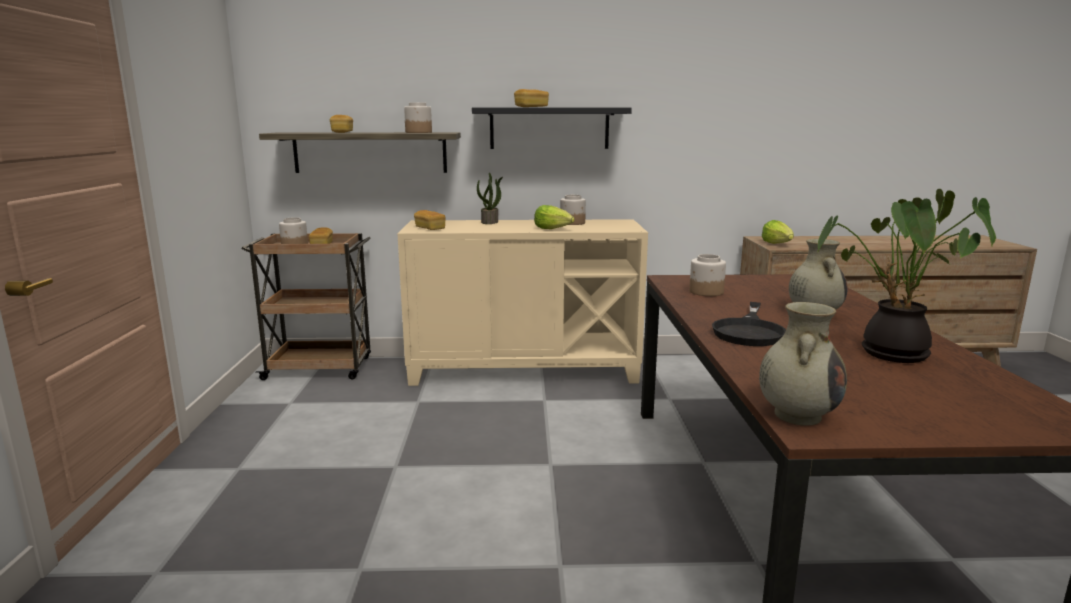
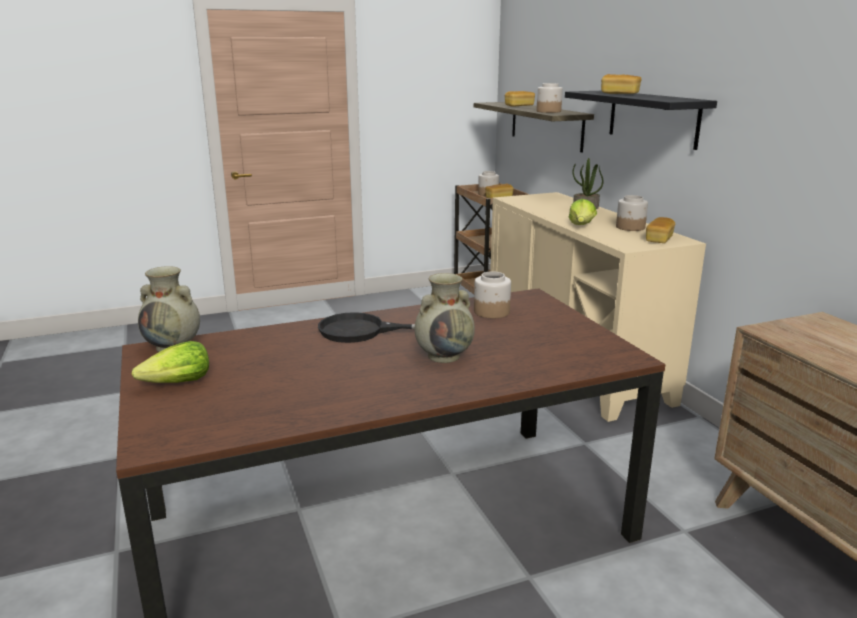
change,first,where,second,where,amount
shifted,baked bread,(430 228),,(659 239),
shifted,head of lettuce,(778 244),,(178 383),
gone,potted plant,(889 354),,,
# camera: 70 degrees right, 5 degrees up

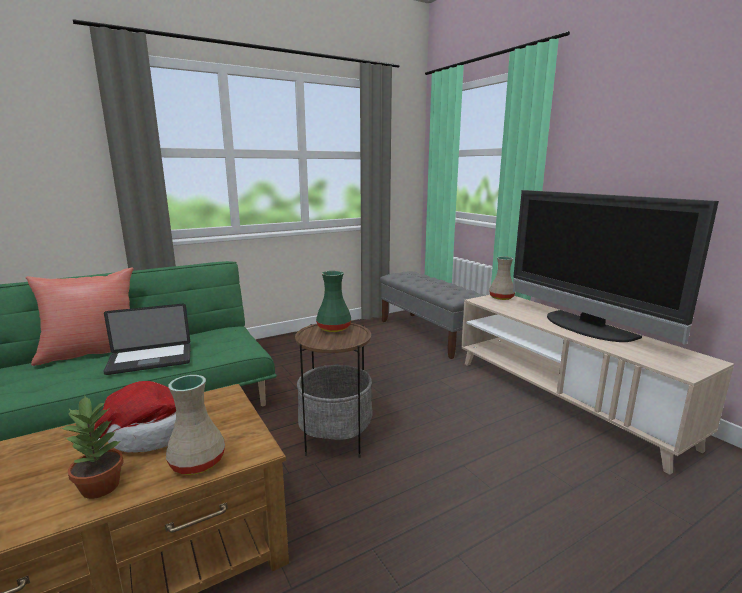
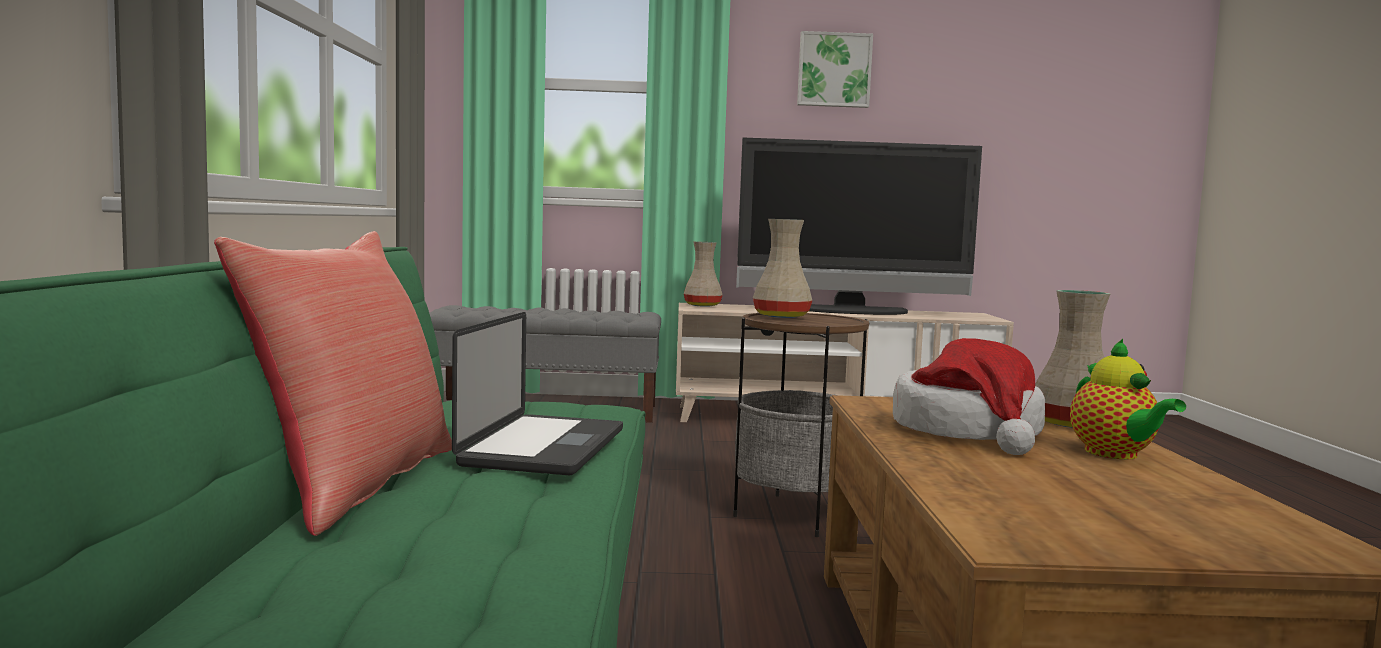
change,first,where,second,where,amount
swapped,potted plant,(102 486),tea pot,(1115 454),
repainted,green-coloured vase,(333 328),sand-coloured vase,(782 316),
new,,,wall picture,(834 70),
# camera: 60 degrees left, 10 degrees down

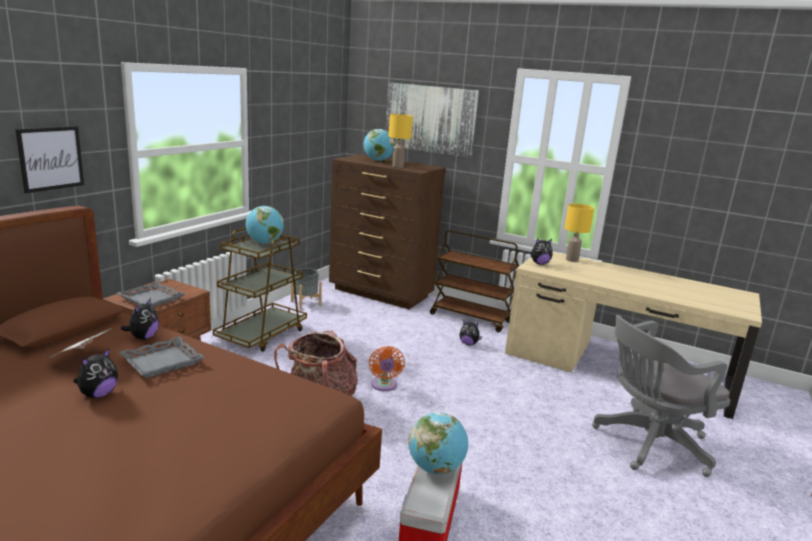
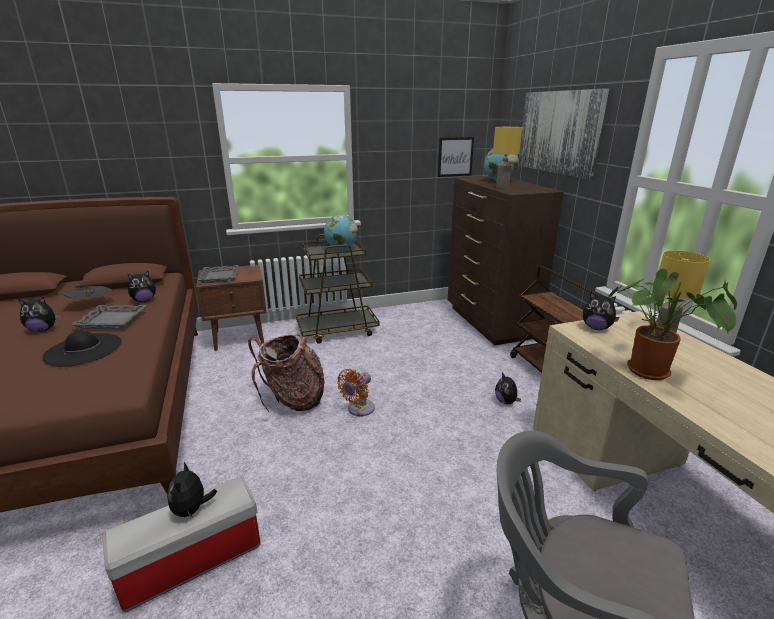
change,first,where,second,where,amount
shifted,wall picture,(51 158),,(455 157),
gone,greyish flower pot,(305 303),,,
swapped,desk globe,(436 468),plush toy,(192 509),
new,,,black-coloured clothing hat,(83 349),
new,,,potted plant,(653 372),
# camera: 45 degrees right, 5 degrees up

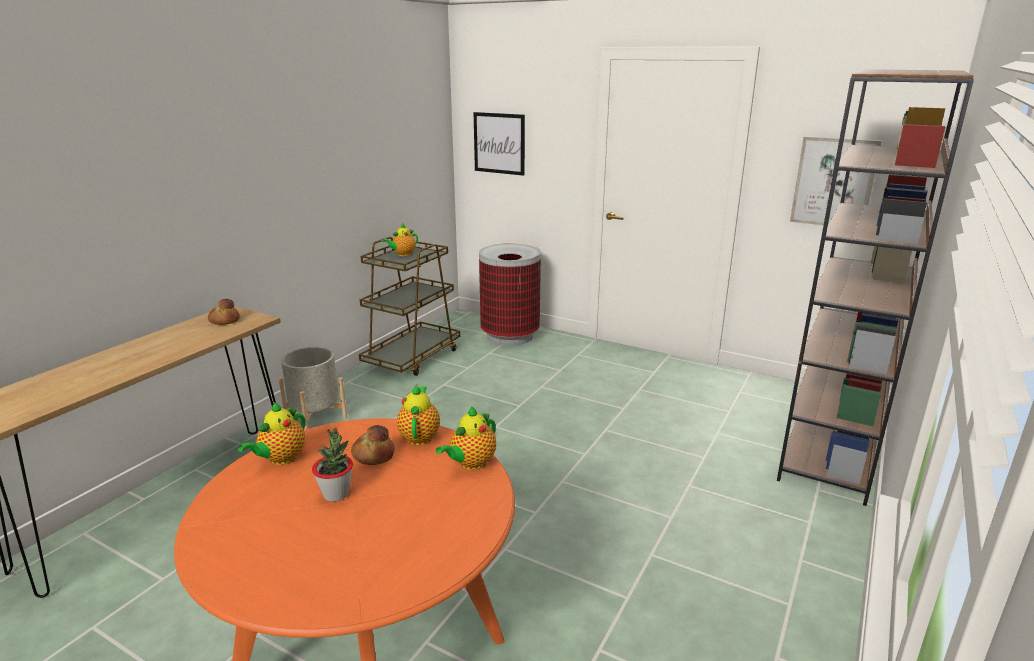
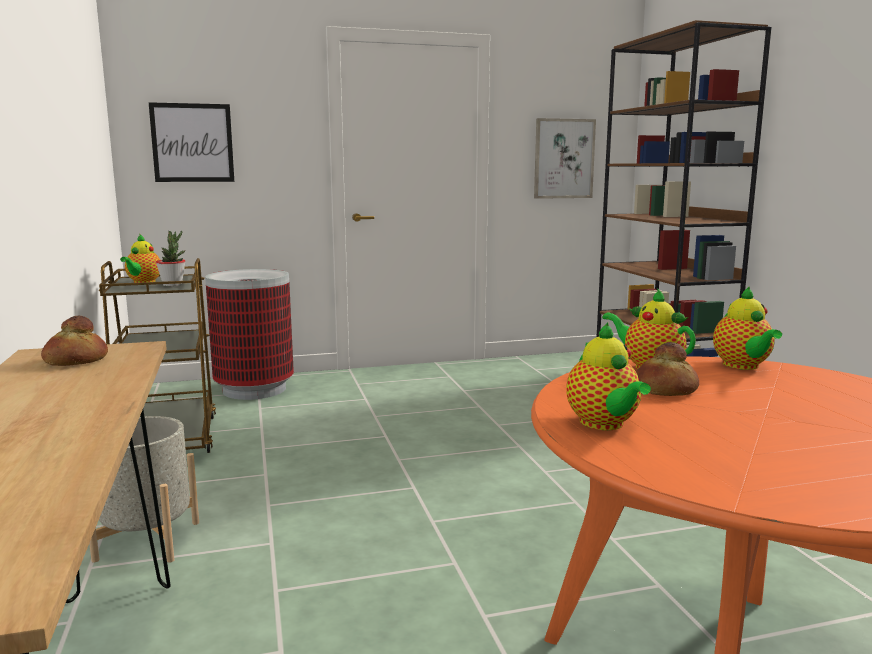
change,first,where,second,where,amount
shifted,potted plant,(336 494),,(172 285),
# camera: 45 degrees left, 10 degrees down

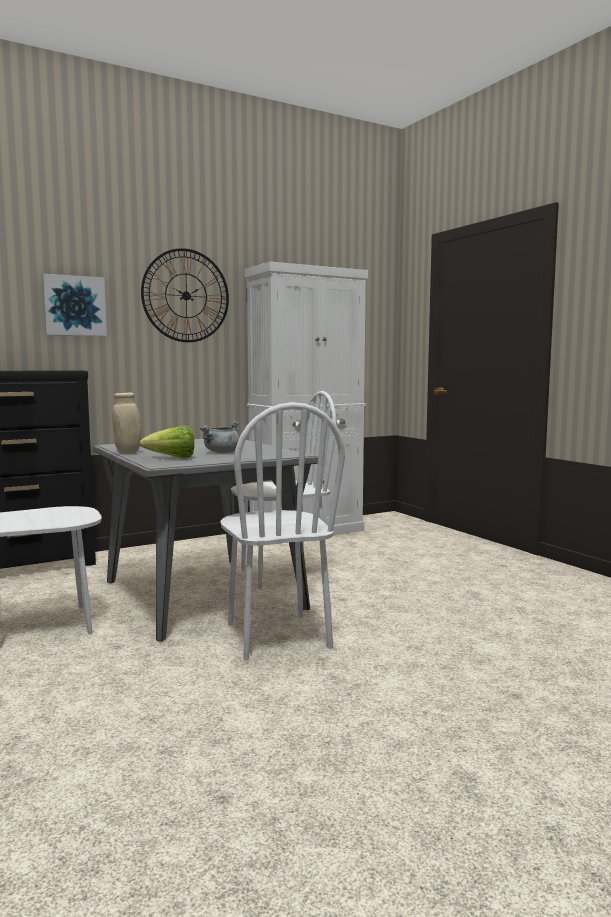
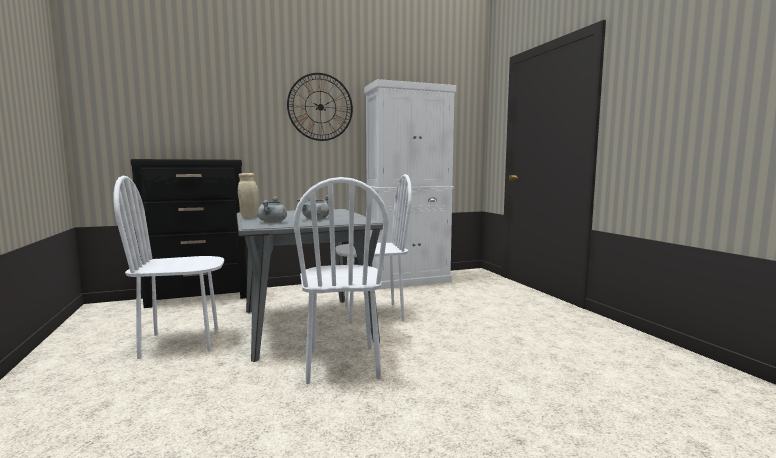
change,first,where,second,where,amount
gone,wall picture,(74 306),,,
swapped,head of lettuce,(172 458),greyish stockpot,(272 222),
# camera: 10 degrees right, 0 degrees up

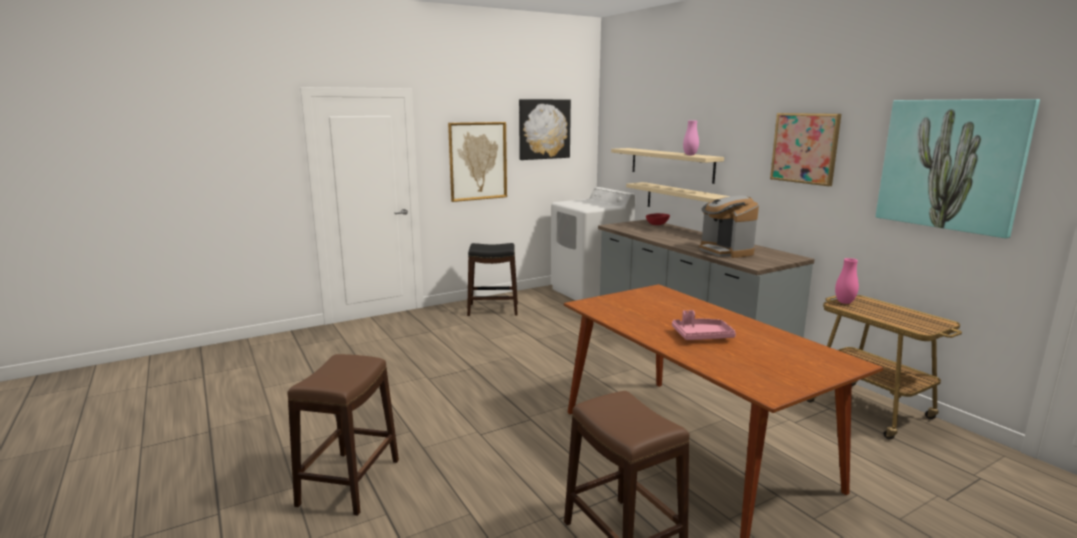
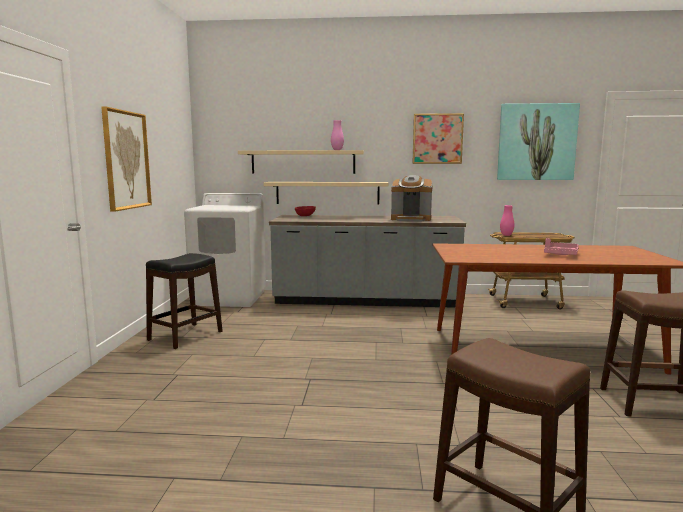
change,first,where,second,where,amount
gone,wall picture,(544 129),,,
# camera: 55 degrees left, 5 degrees down

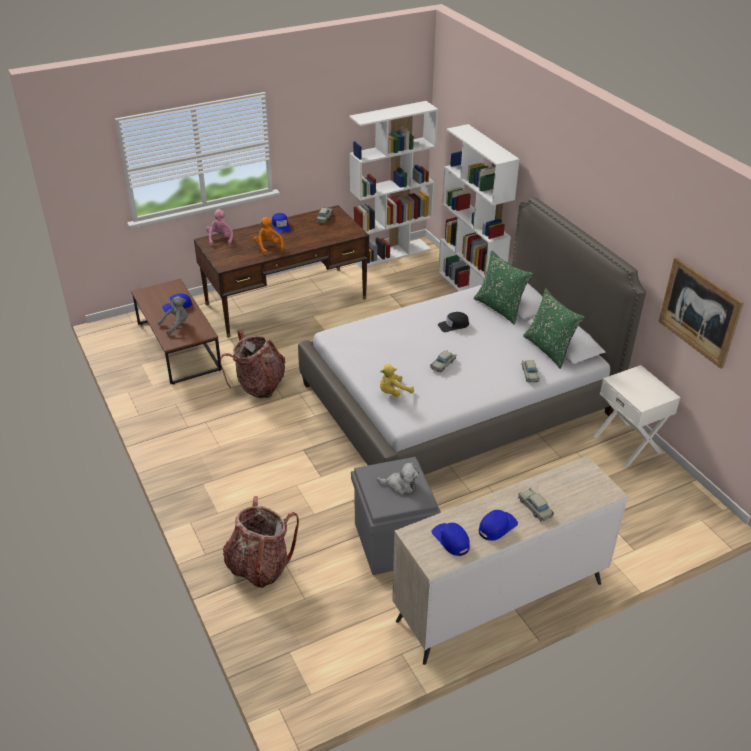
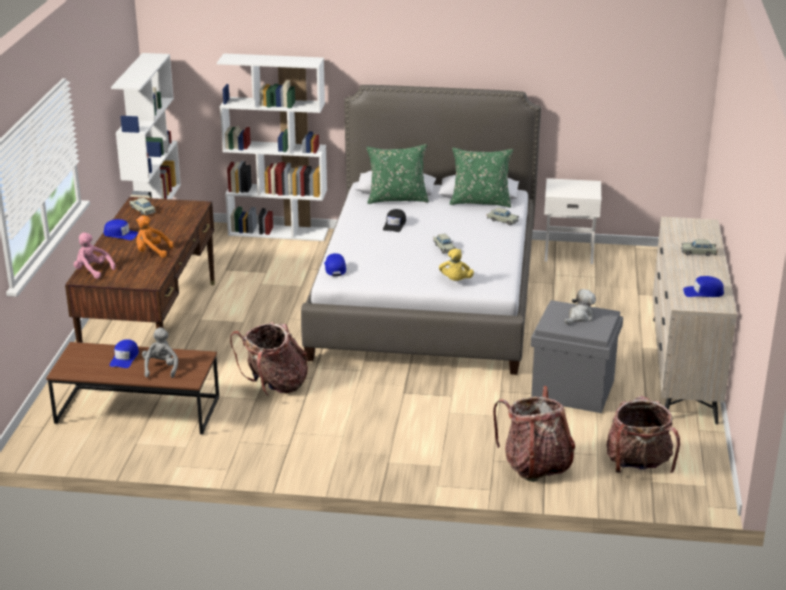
change,first,where,second,where,amount
shifted,blue cap,(497 527),,(335 268),
gone,wall picture,(699 312),,,
new,,,knapsack,(638 465),
# camera: 55 degrees left, 10 degrees down

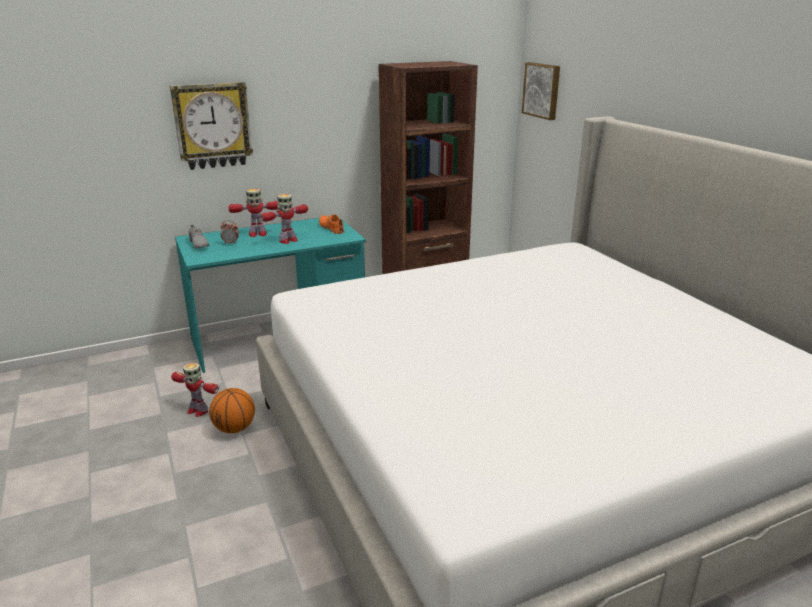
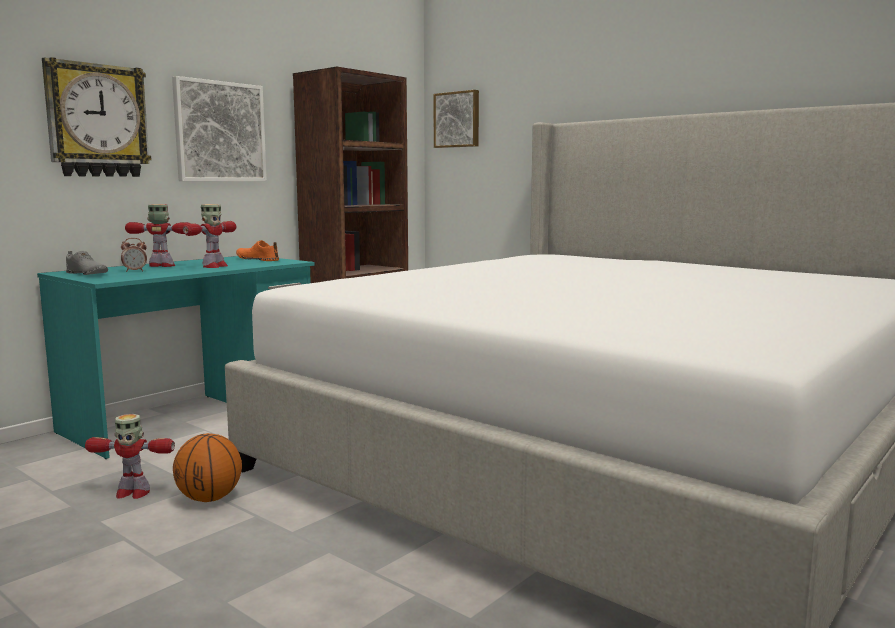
change,first,where,second,where,amount
rotated,model robot,(257 234),,(162 266),135 degrees counterclockwise
new,,,wall picture,(220 132),
# camera: 25 degrees left, 15 degrees down

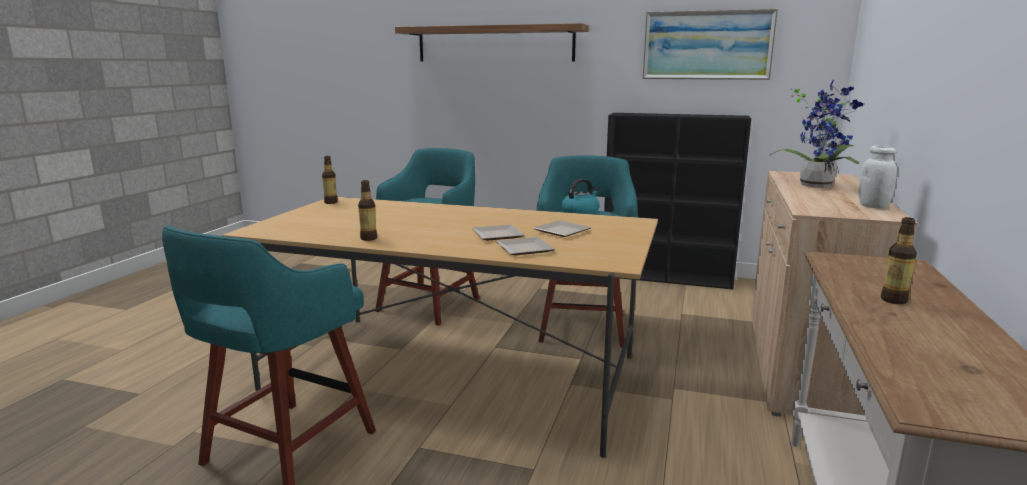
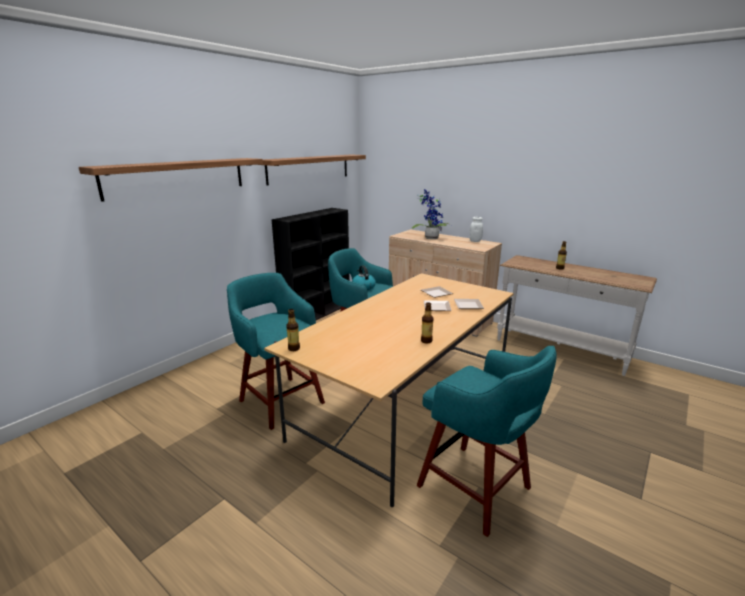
change,first,where,second,where,amount
swapped,wall picture,(707 45),wall shelf,(309 168),
# camera: 70 degrees left, 5 degrees up

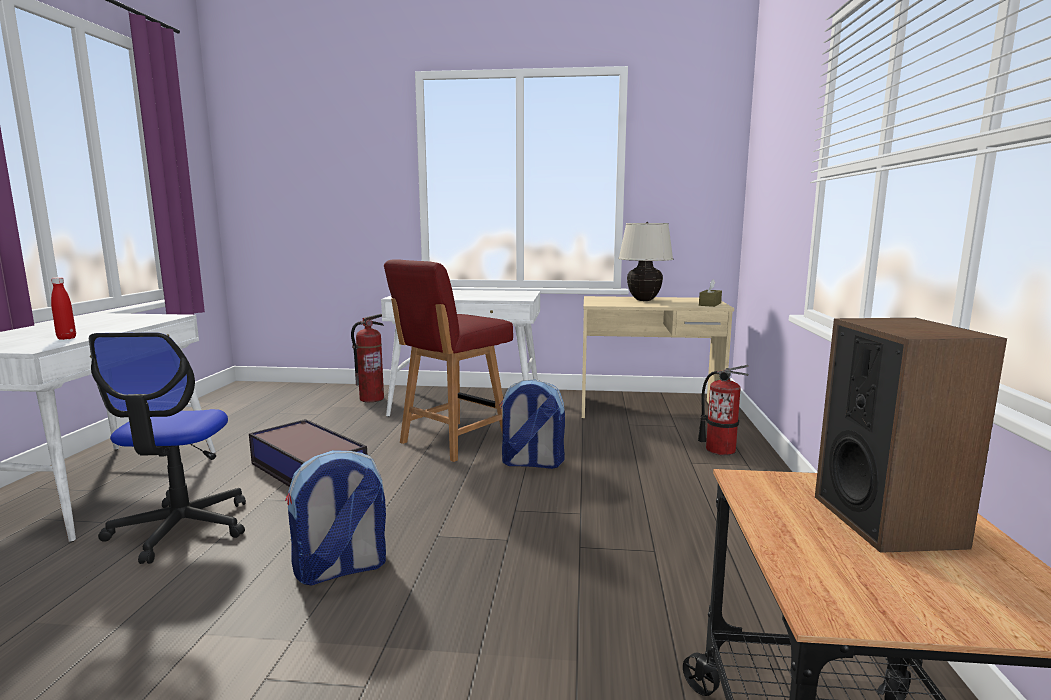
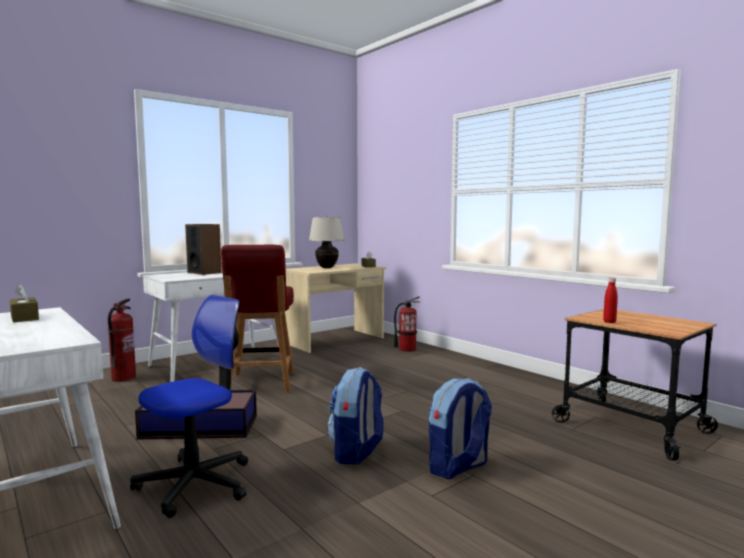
change,first,where,second,where,amount
shifted,red bottle,(66 338),,(609 322),
rotated,computer chair,(181 529),,(195 484),90 degrees counterclockwise
shifted,knapsack,(531 463),,(458 467),
shifted,audio speaker,(887 520),,(204 272),
new,,,brownish tissue box,(24 318),
# camera: 45 degrees left, 5 degrees down

